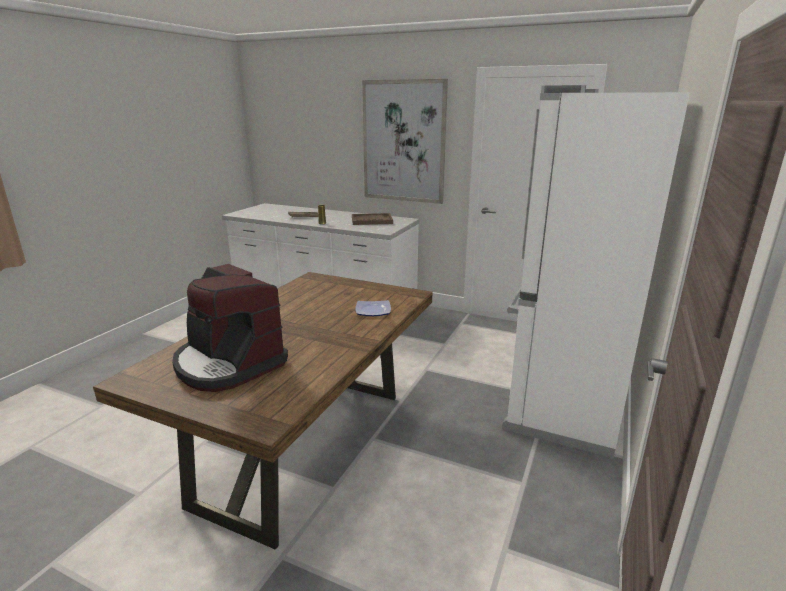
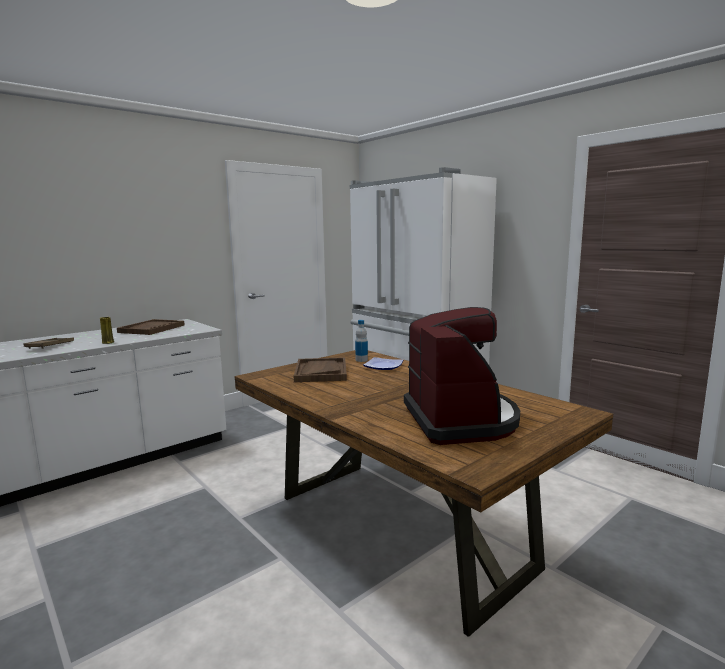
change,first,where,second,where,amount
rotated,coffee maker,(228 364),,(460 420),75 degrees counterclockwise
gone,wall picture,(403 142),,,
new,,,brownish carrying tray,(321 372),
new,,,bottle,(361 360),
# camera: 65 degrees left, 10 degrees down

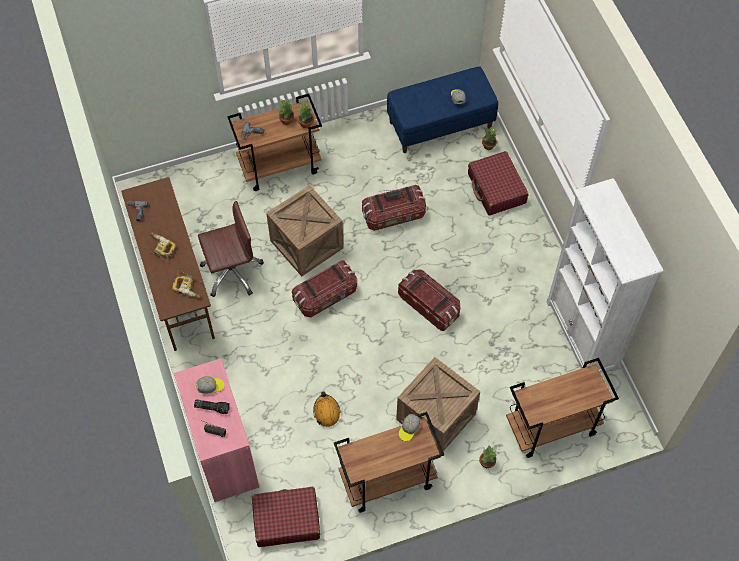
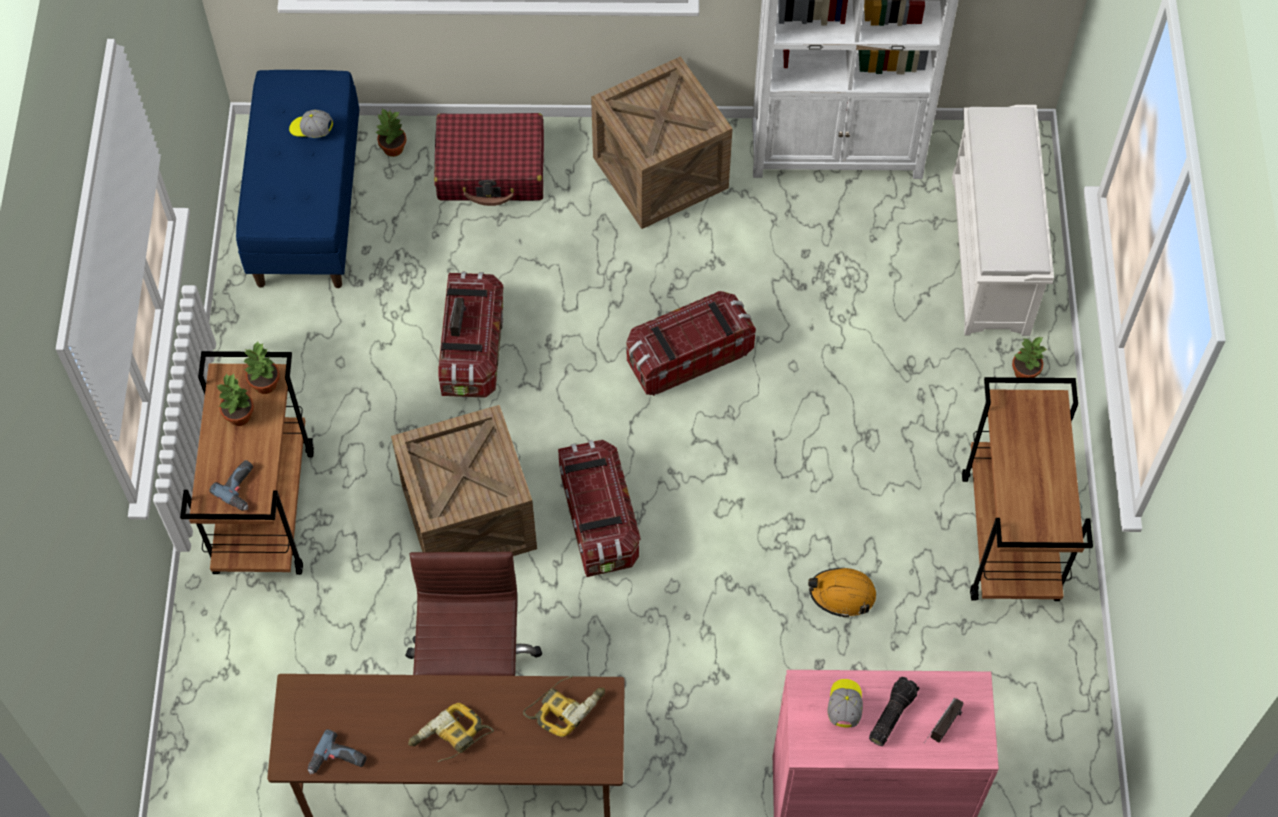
change,first,where,second,where,amount
gone,red travel case,(286 520),,,
shifted,crate,(436 417),,(660 172),
gone,cap,(409 429),,,
swapped,brownish wheeled cart,(551 428),whitish shoe rack,(991 256),
# camera: 70 degrees left, 0 degrees up

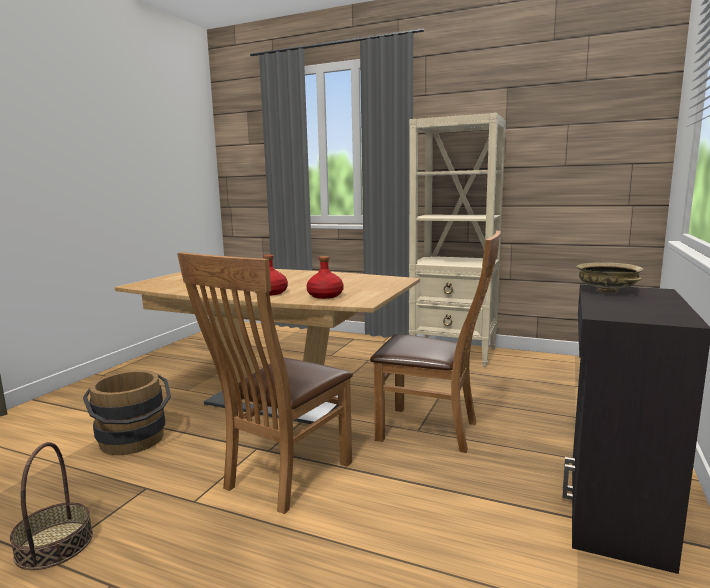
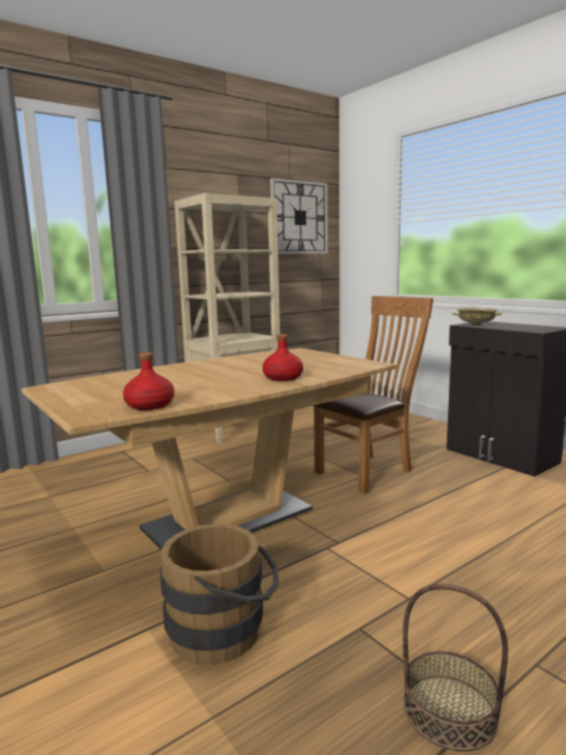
change,first,where,second,where,amount
gone,brownish upright chair,(282 477),,,
shifted,red bottle,(325 296),,(149 405),
new,,,wall clock,(299 217),
# camera: 60 degrees left, 0 degrees up

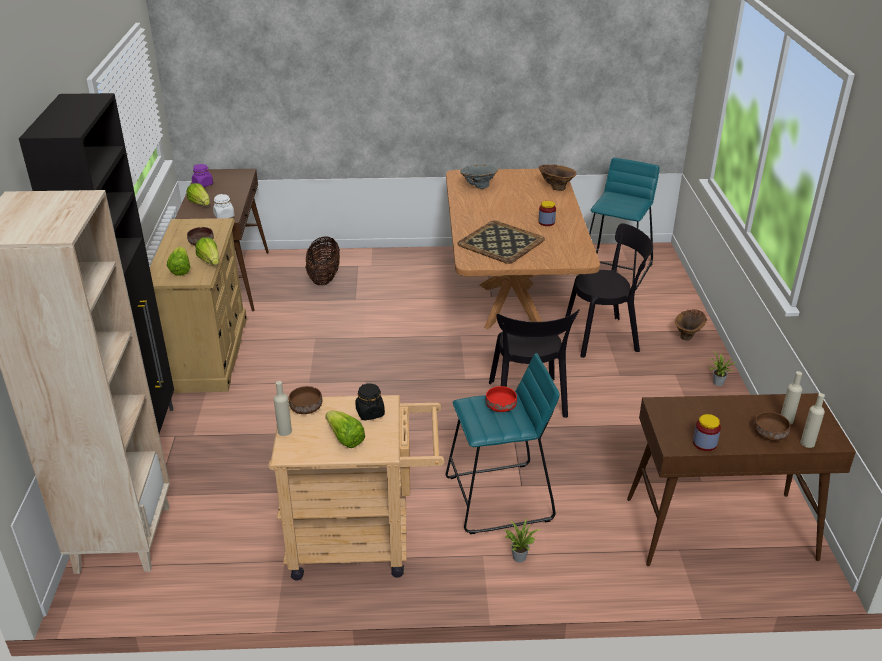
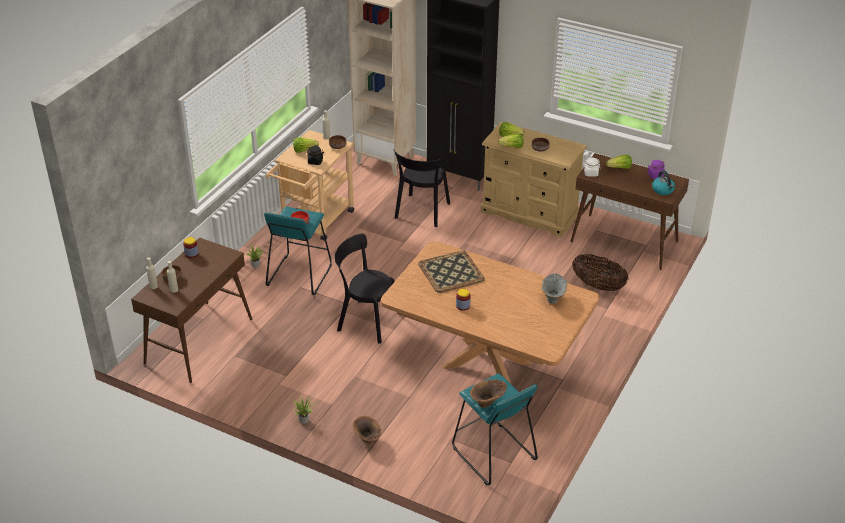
change,first,where,second,where,amount
shifted,brownish vase,(556 187),,(488 403),
shifted,black-coloured upright chair,(604 337),,(421 212),
new,,,tea kettle,(663 190),
# camera: 120 degrees right, 5 degrees up

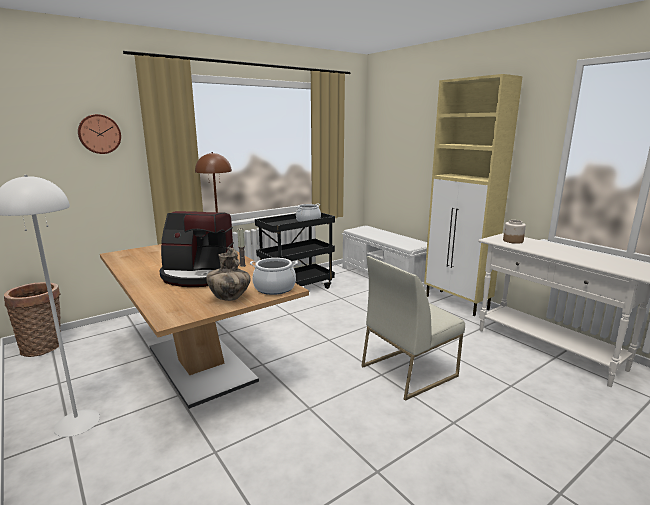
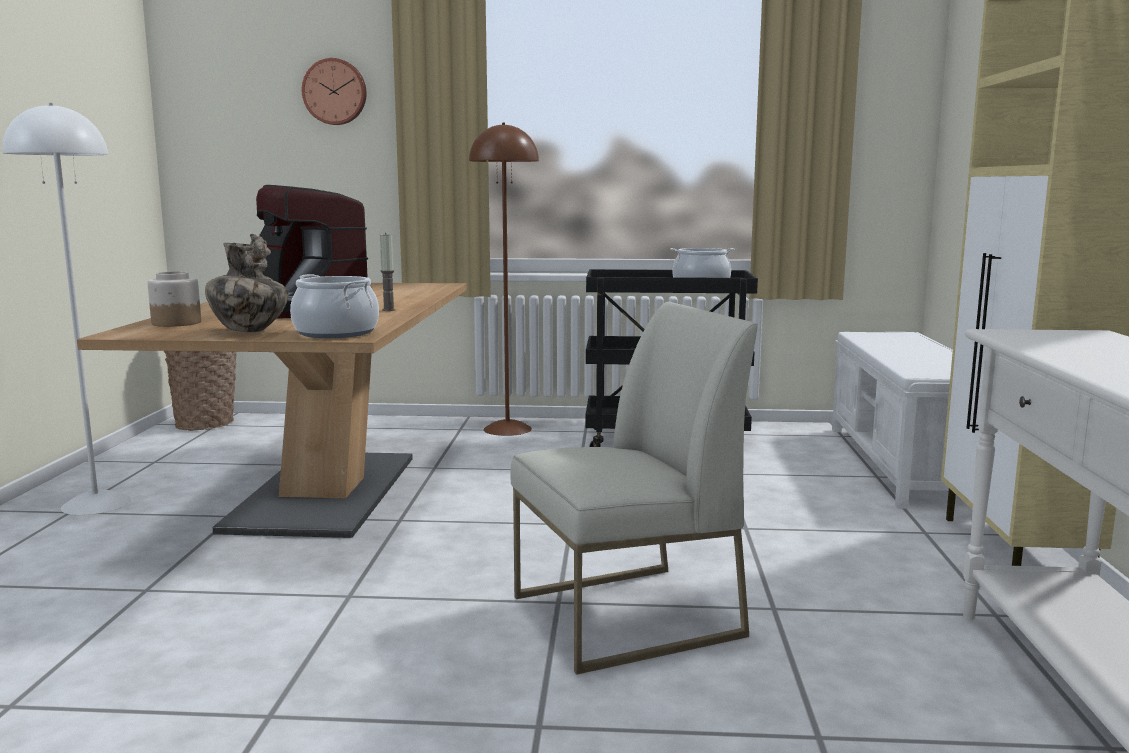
change,first,where,second,where,amount
rotated,whitish upright chair,(409 370),,(625 617),150 degrees clockwise
shifted,preserve jar,(512 241),,(176 323),
# camera: 40 degrees right, 5 degrees down

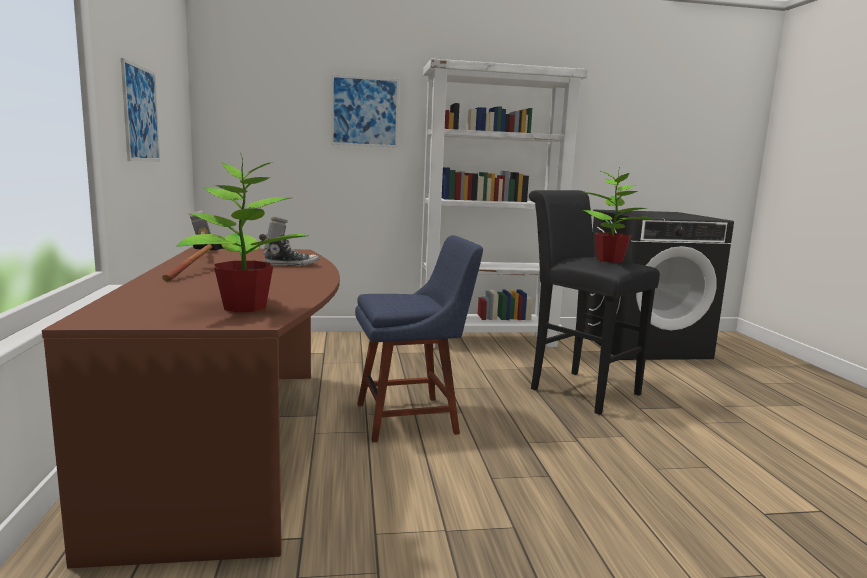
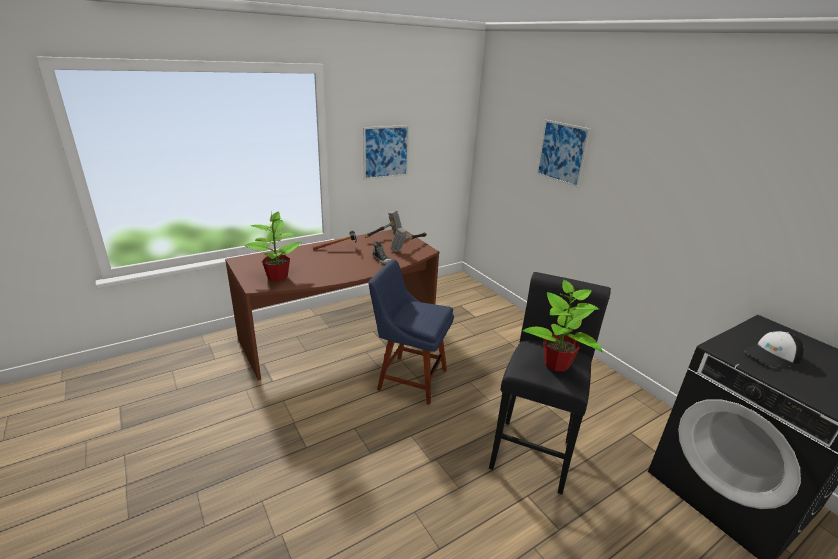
change,first,where,second,where,amount
rotated,blue upright chair,(412 418),,(409 378),150 degrees clockwise
gone,whitish shelving unit,(487 340),,,
new,,,cap,(772 356),
# camera: 65 degrees right, 15 degrees up

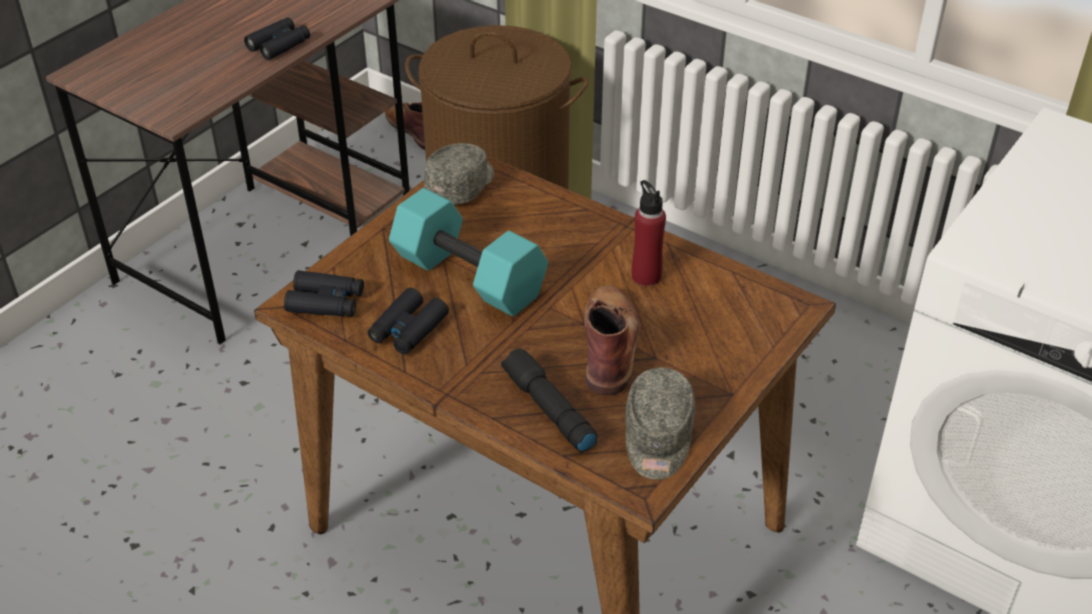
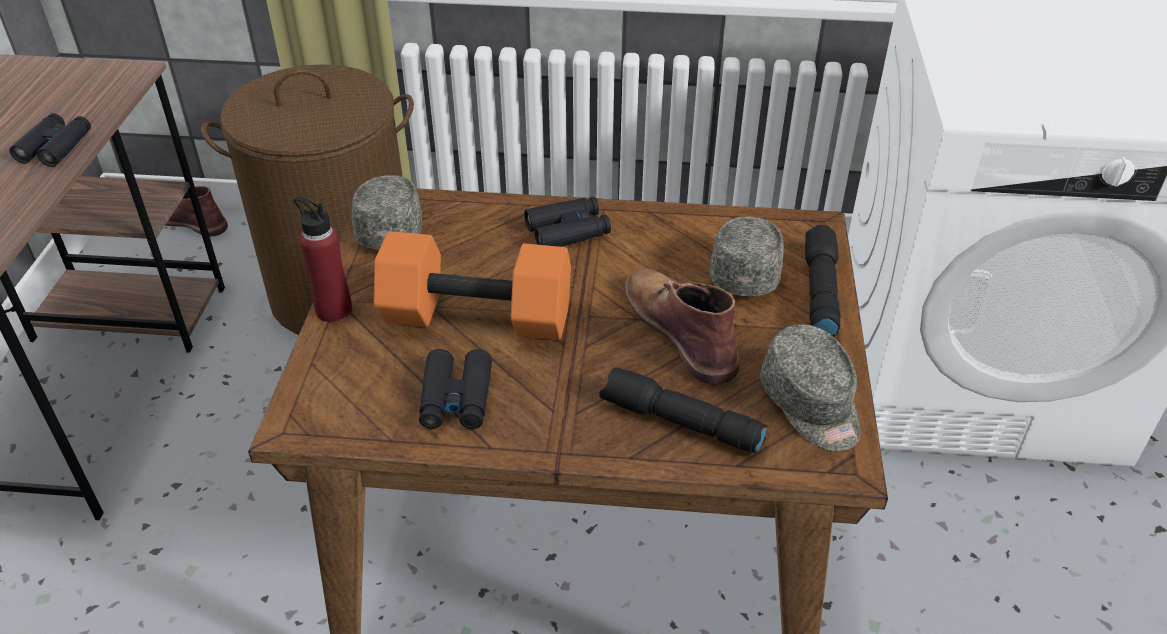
change,first,where,second,where,amount
shifted,black-coloured binoculars,(326 302),,(568 231),
repainted,blue-green hand weight,(471 276),orange-coloured hand weight,(479 314),
shifted,red bottle,(646 276),,(333 310),
new,,,greyish cap,(746 269),
new,,,black-coloured hand torch,(819 291),
# camera: 30 degrees left, 0 degrees up

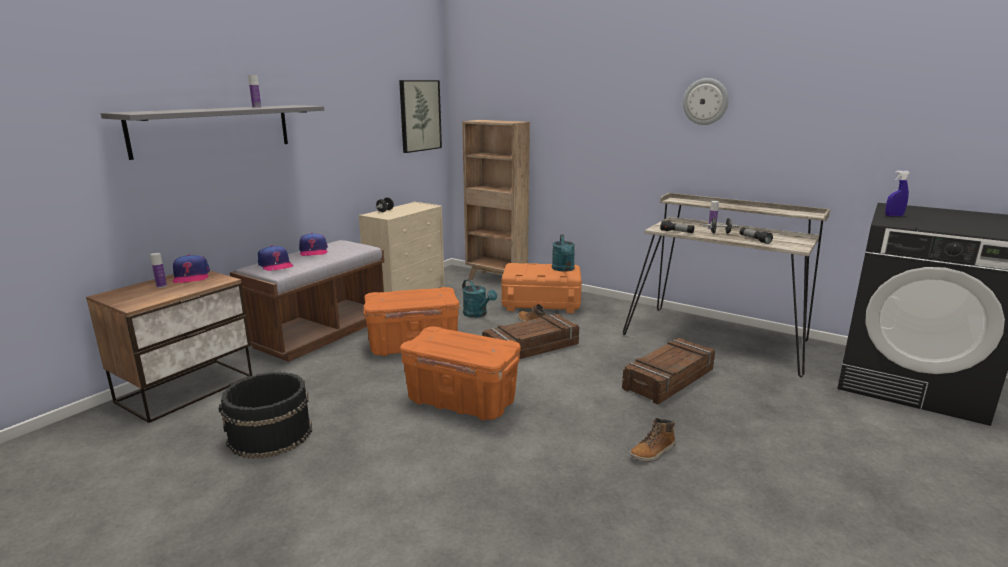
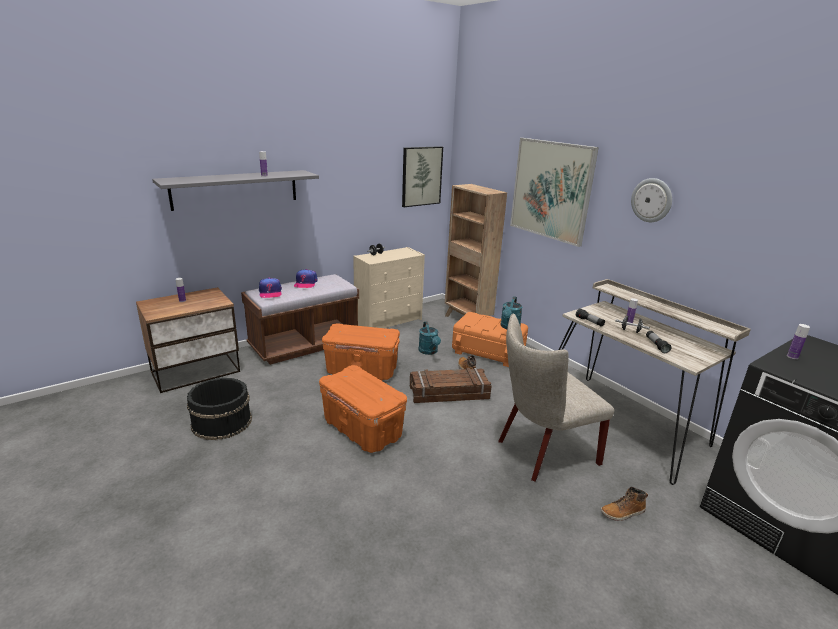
change,first,where,second,where,amount
gone,cap,(191 276),,,
swapped,crate,(668 379),sand-coloured upright chair,(542 452),
shifted,boot,(653 452),,(623 512),
swapped,blue spray bottle,(894 216),bottle,(792 357),
new,,,wall picture,(551 190),
# camera: 20 degrees right, 5 degrees up

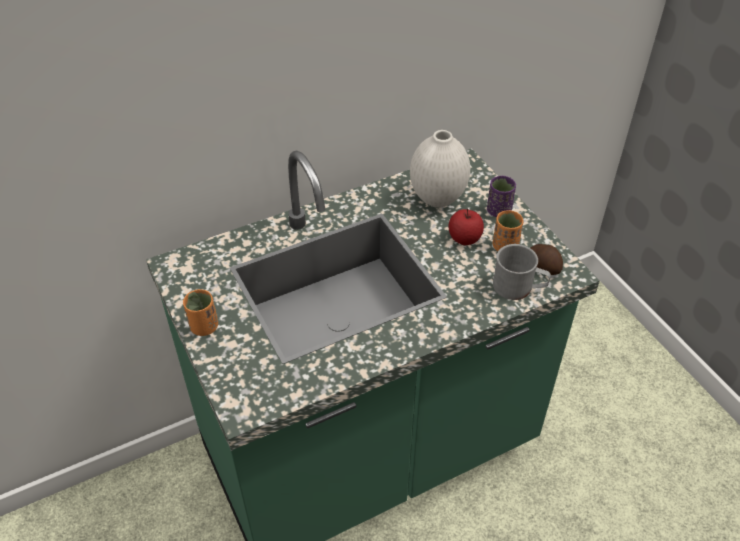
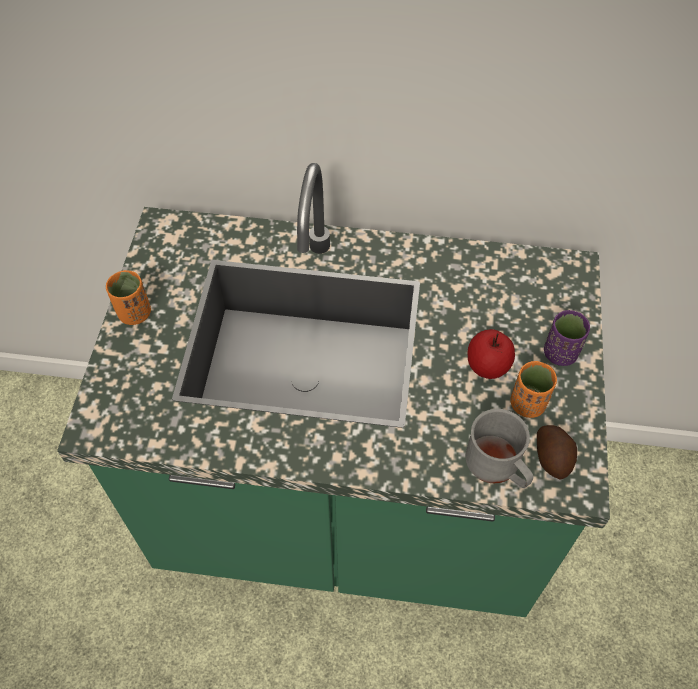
change,first,where,second,where,amount
gone,whitish vase,(438 199),,,
# camera: 35 degrees right, 10 degrees up

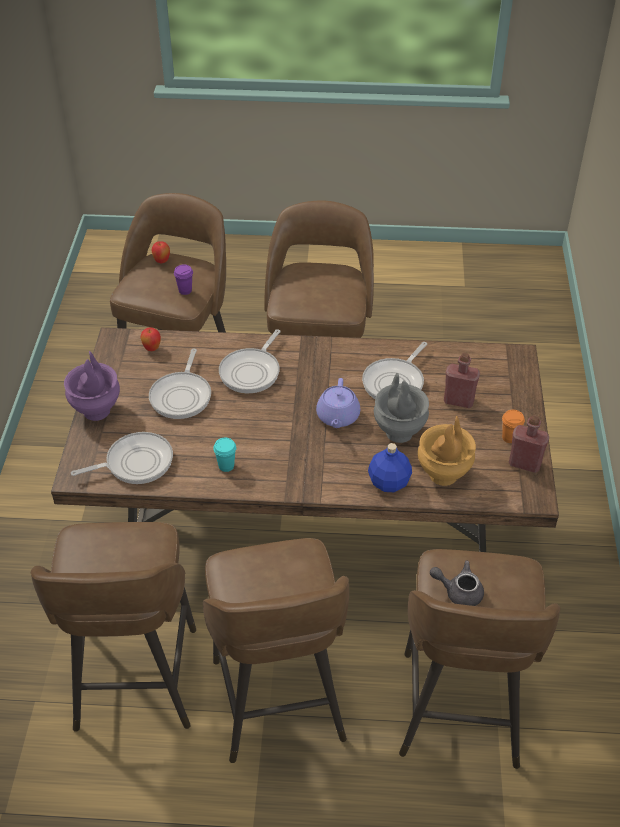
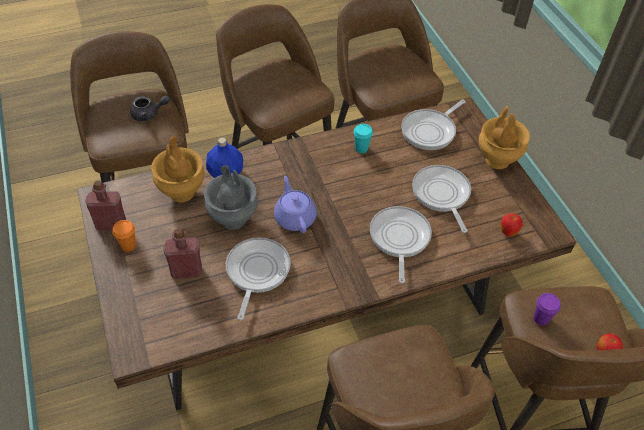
change,first,where,second,where,amount
repainted,purplish vase,(97 411),brownish vase,(496 160),
# camera: 155 degrees right, 5 degrees up

